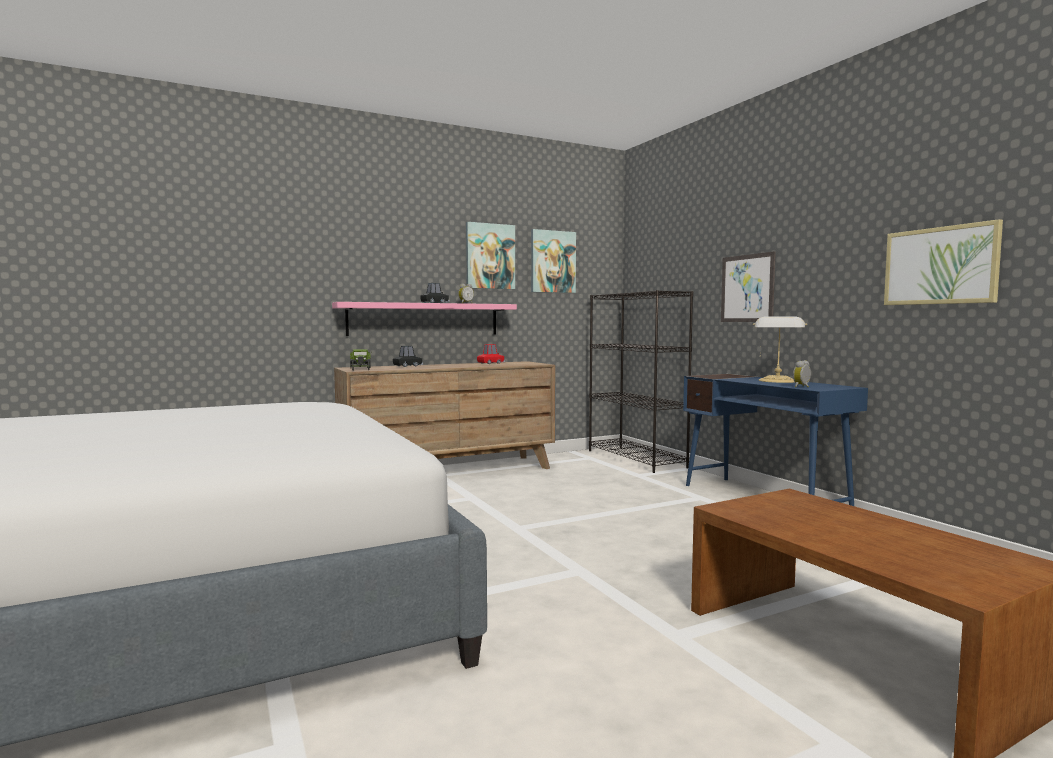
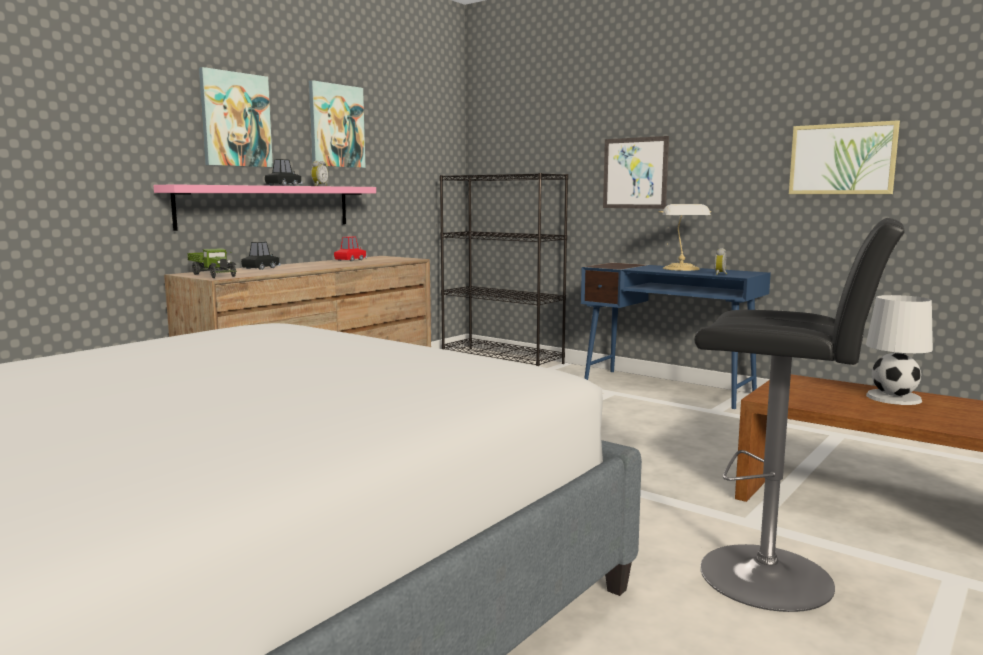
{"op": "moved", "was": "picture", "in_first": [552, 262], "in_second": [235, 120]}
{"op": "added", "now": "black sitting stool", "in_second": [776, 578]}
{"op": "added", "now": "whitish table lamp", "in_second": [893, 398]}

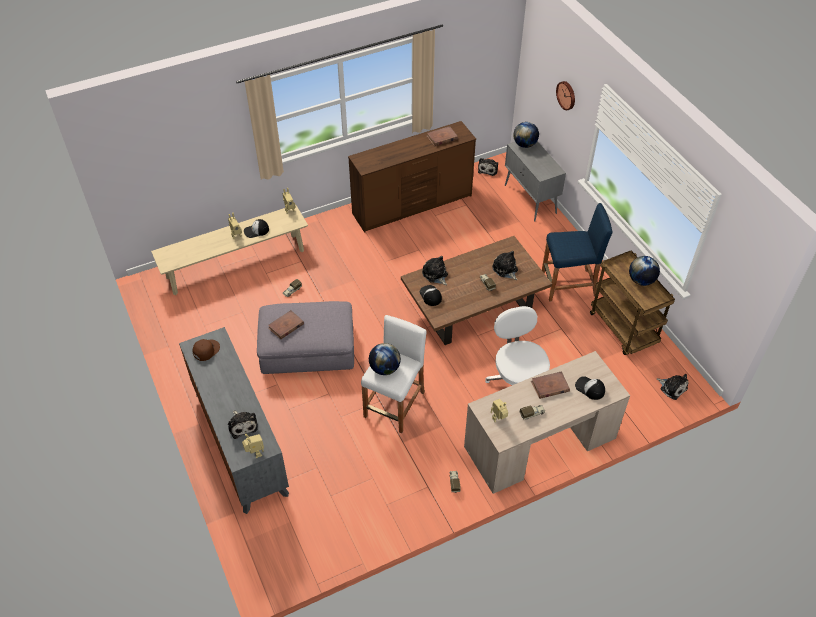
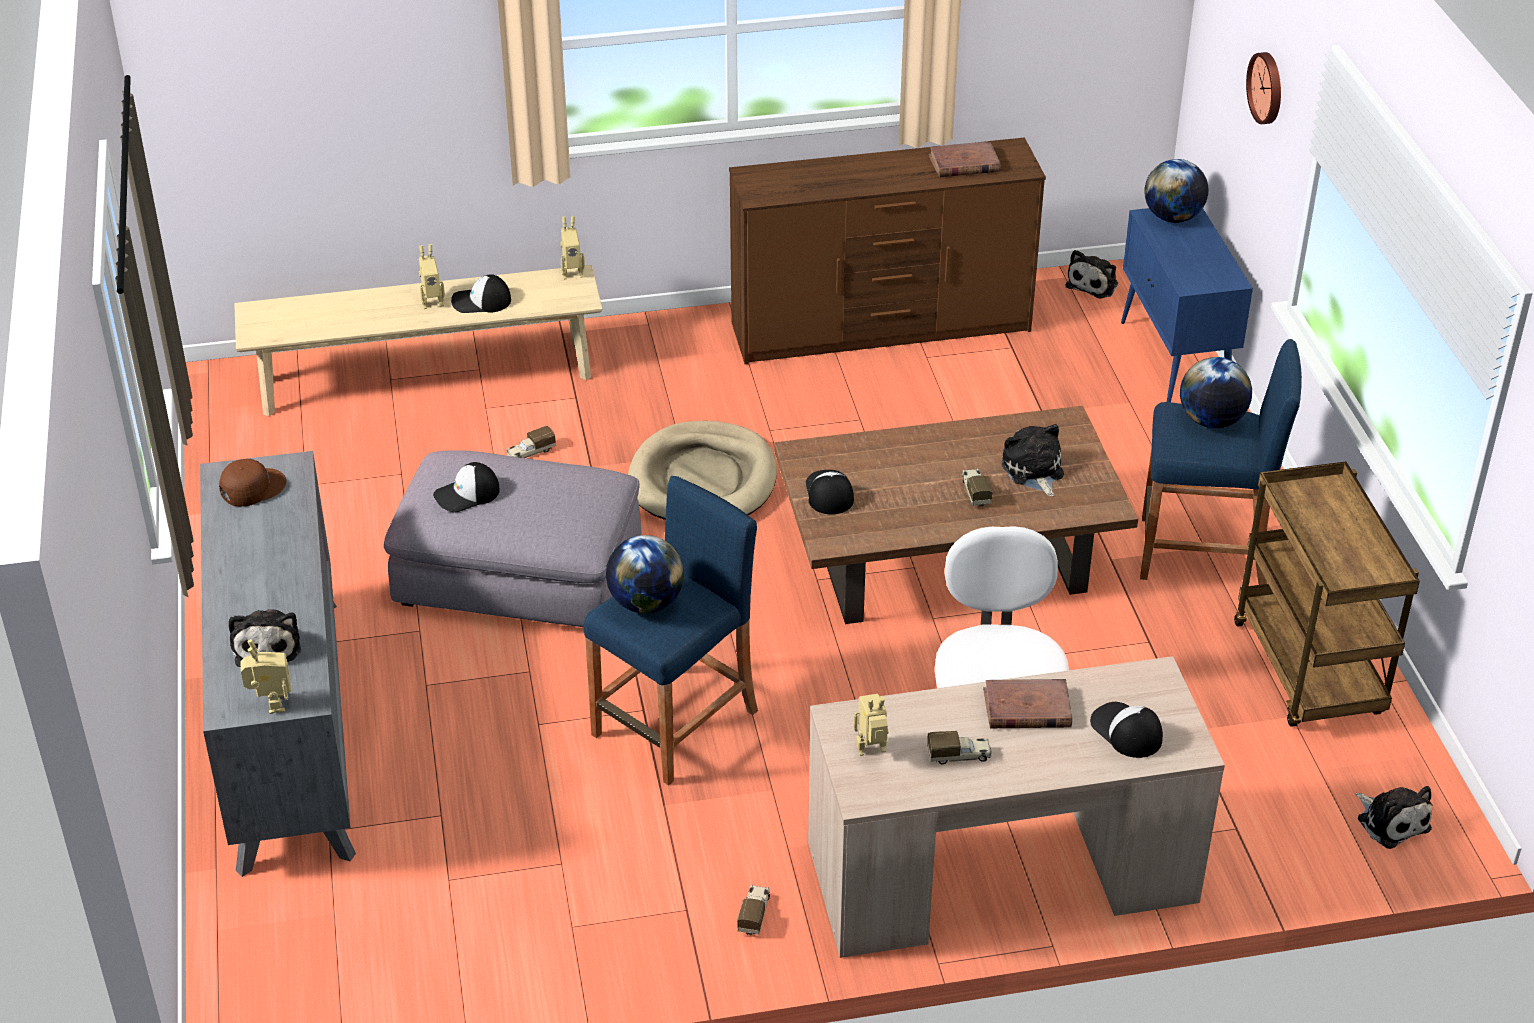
{"op": "recoloured", "was": "gray storage cabinet", "now": "blue storage cabinet", "in_first": [530, 199], "in_second": [1175, 362]}
{"op": "removed", "was": "soft toy", "in_first": [435, 275]}
{"op": "moved", "was": "globe", "in_first": [641, 280], "in_second": [1211, 421]}
{"op": "replaced", "was": "brownish volume", "now": "baseball cap", "in_first": [286, 326], "in_second": [467, 494]}
{"op": "recoloured", "was": "whitish sitting stool", "now": "blue sitting stool", "in_first": [395, 404], "in_second": [676, 724]}
{"op": "added", "now": "sand-coloured pet bed", "in_second": [703, 480]}

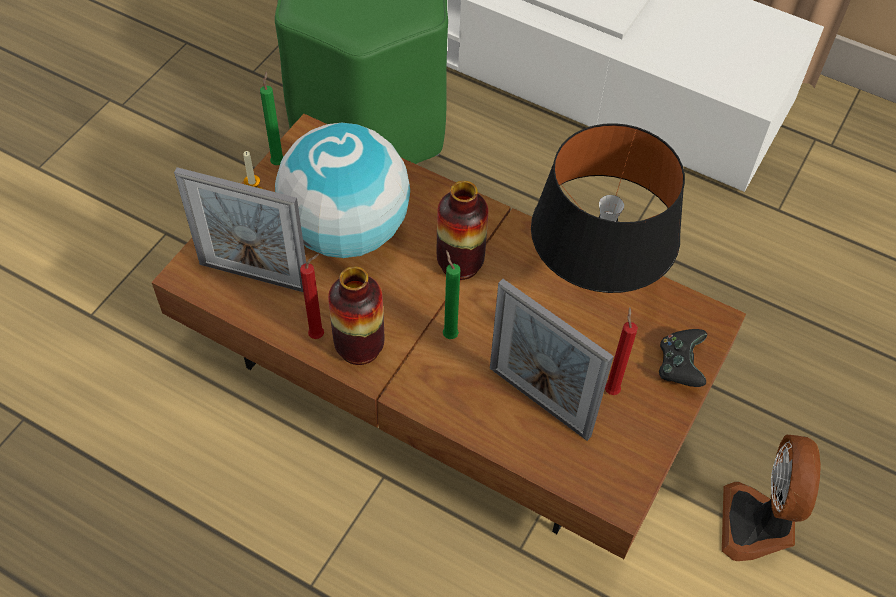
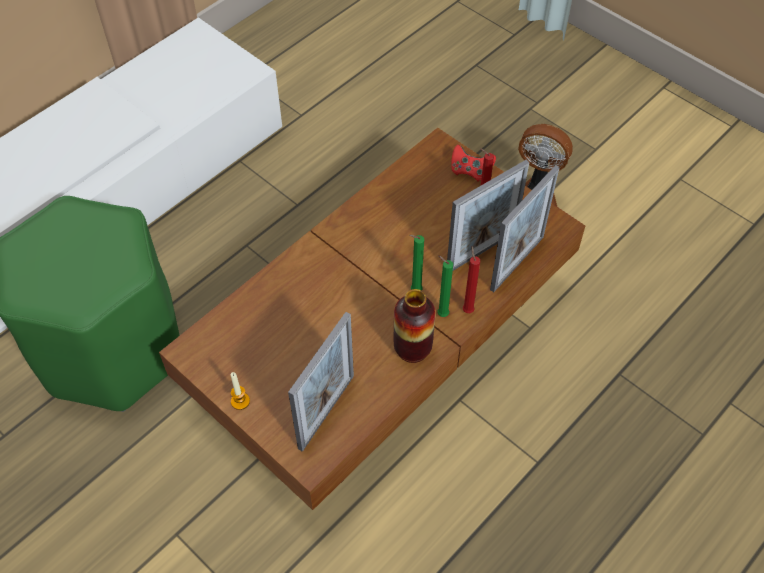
{"op": "moved", "was": "greenish wax candle", "in_first": [278, 162], "in_second": [441, 314]}
{"op": "removed", "was": "globe", "in_first": [347, 231]}
{"op": "removed", "was": "black table lamp", "in_first": [592, 288]}
{"op": "removed", "was": "decorative vase", "in_first": [460, 264]}
{"op": "moved", "was": "red-coloured wax candle", "in_first": [319, 335], "in_second": [467, 309]}
{"op": "recoloured", "was": "black joypad", "now": "red-coloured joypad", "in_first": [679, 366], "in_second": [470, 171]}
{"op": "added", "now": "picture frame", "in_second": [517, 263]}

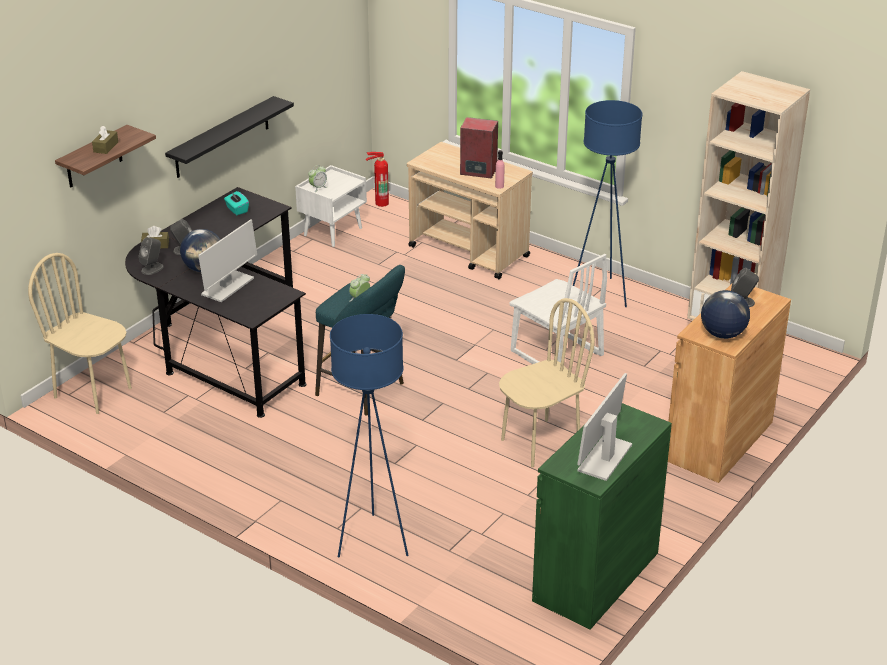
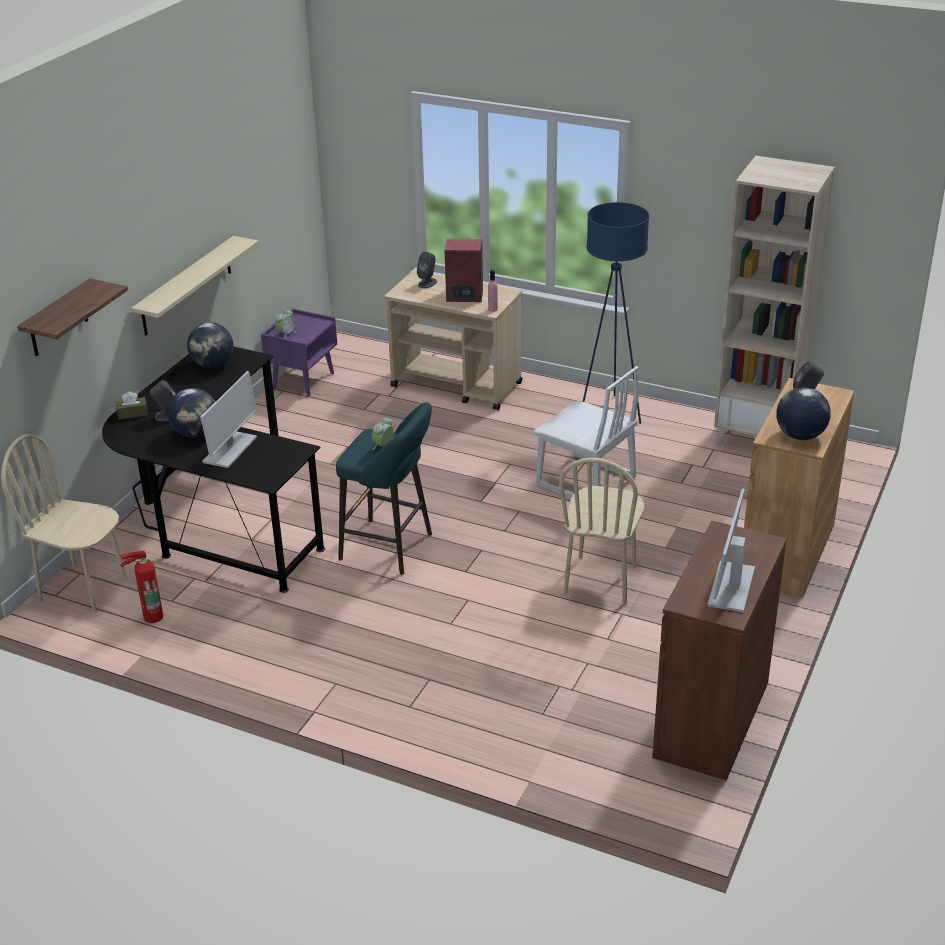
{"op": "recoloured", "was": "black wall shelf", "now": "sand-coloured wall shelf", "in_first": [222, 137], "in_second": [186, 286]}
{"op": "removed", "was": "brownish box of tissues", "in_first": [106, 147]}
{"op": "moved", "was": "extinguisher", "in_first": [380, 203], "in_second": [151, 616]}
{"op": "recoloured", "was": "whitish night table", "now": "purplish night table", "in_first": [333, 231], "in_second": [303, 380]}
{"op": "replaced", "was": "turquoise-coloured box of tissues", "now": "globe", "in_first": [237, 210], "in_second": [213, 365]}
{"op": "moved", "was": "gray audio speaker", "in_first": [152, 268], "in_second": [427, 283]}
{"op": "turned", "was": "sand-coloured plain chair", "in_first": [540, 443], "in_second": [601, 580], "clockwise": 150}
{"op": "removed", "was": "blue standard lamp", "in_first": [373, 541]}
{"op": "recoloured", "was": "greenish storage cabinet", "now": "brownish storage cabinet", "in_first": [596, 576], "in_second": [711, 719]}

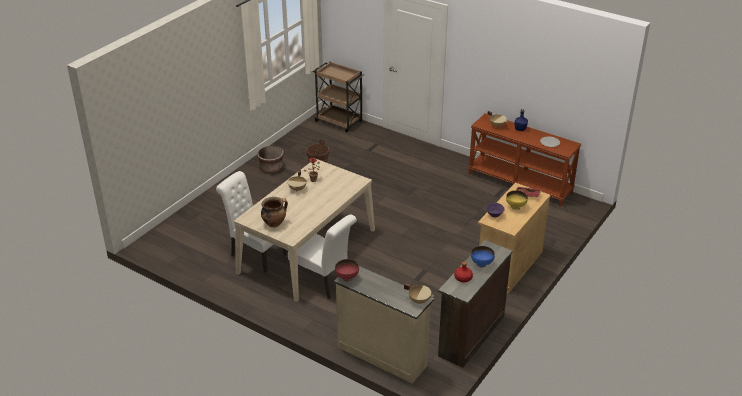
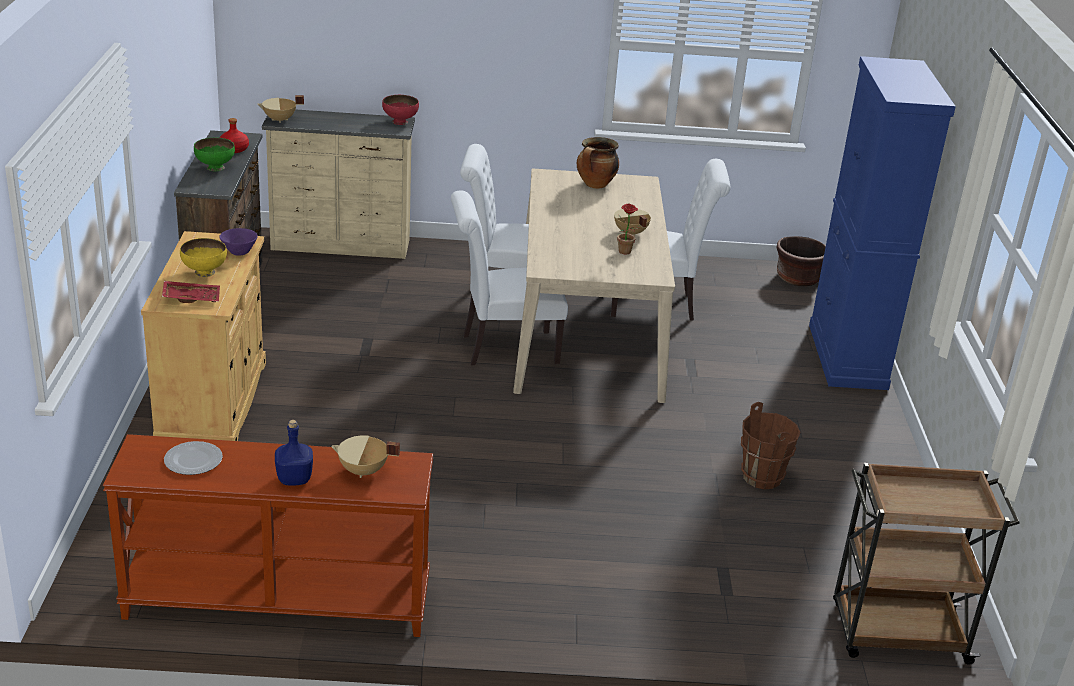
{"op": "moved", "was": "brownish flower pot", "in_first": [271, 168], "in_second": [797, 278]}
{"op": "recoloured", "was": "blue bowl", "now": "greenish bowl", "in_first": [482, 264], "in_second": [215, 167]}
{"op": "added", "now": "blue storage cabinet", "in_second": [847, 356]}
{"op": "added", "now": "whitish plain chair", "in_second": [503, 348]}

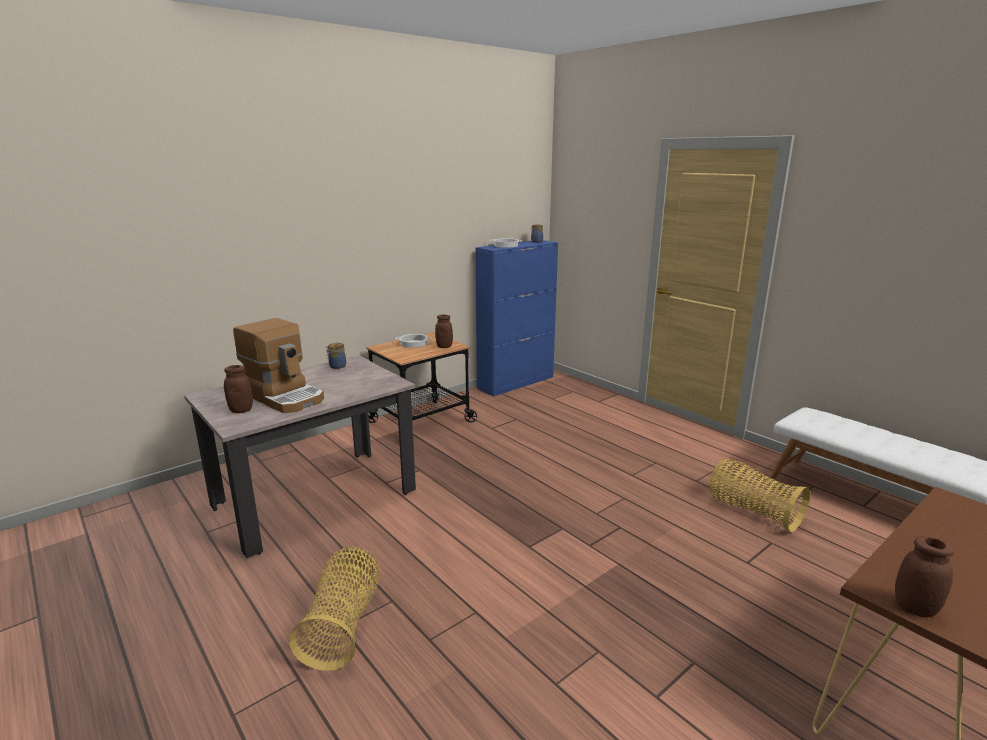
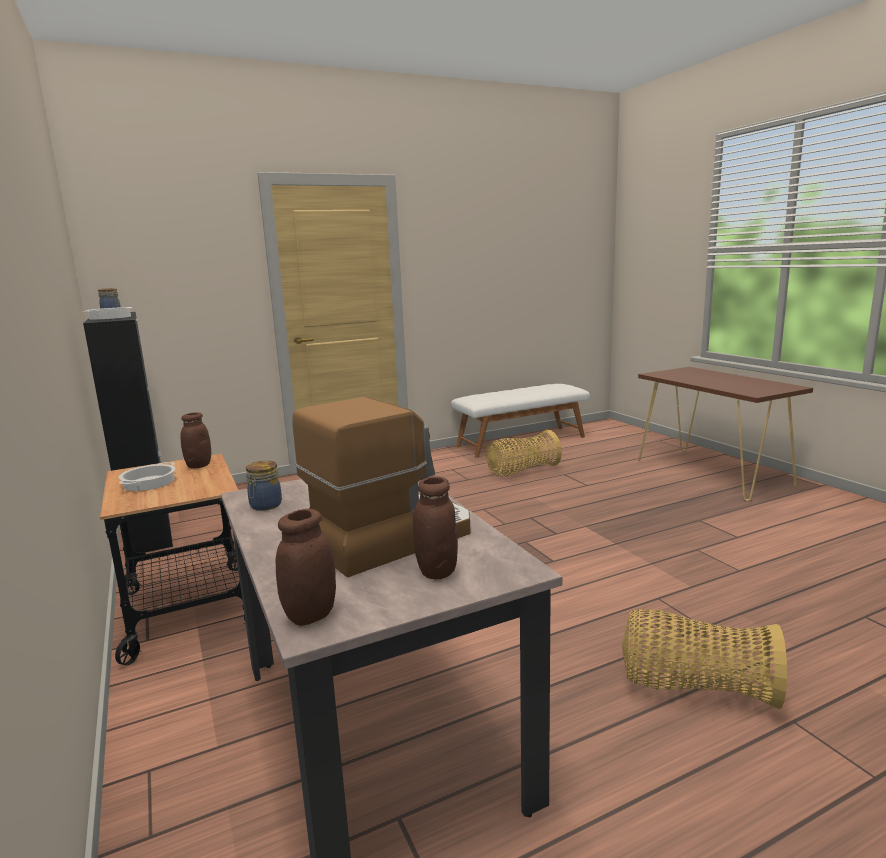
{"op": "recoloured", "was": "blue storage cabinet", "now": "black storage cabinet", "in_first": [516, 382], "in_second": [149, 527]}
{"op": "moved", "was": "brownish preserve jar", "in_first": [915, 608], "in_second": [310, 615]}

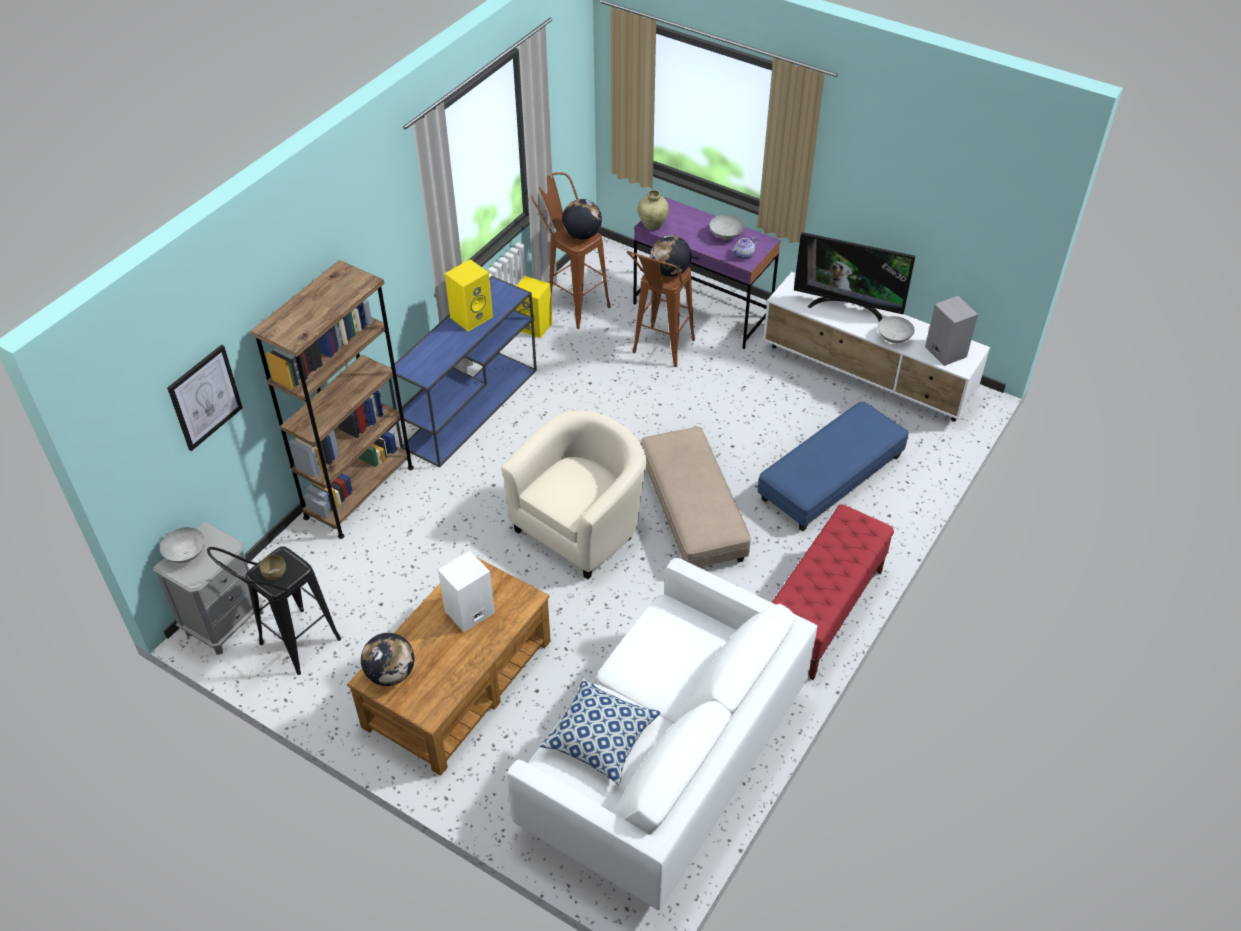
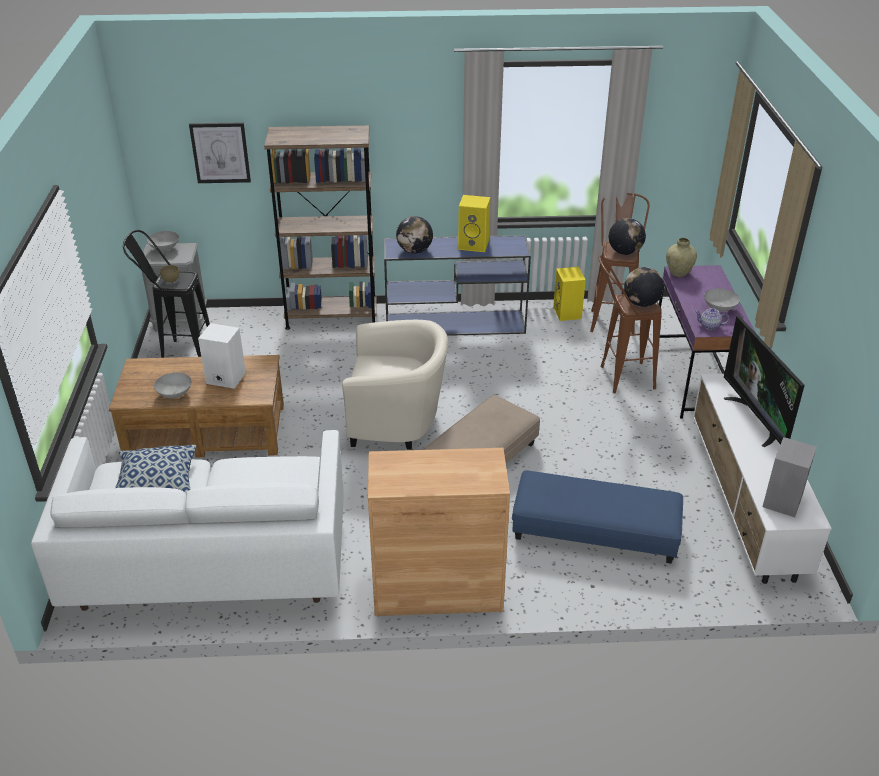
{"op": "moved", "was": "gray bowl", "in_first": [893, 338], "in_second": [174, 394]}
{"op": "replaced", "was": "red-coloured indoor bench", "now": "brownish storage cabinet", "in_first": [822, 612], "in_second": [437, 589]}
{"op": "moved", "was": "globe", "in_first": [391, 674], "in_second": [414, 251]}

